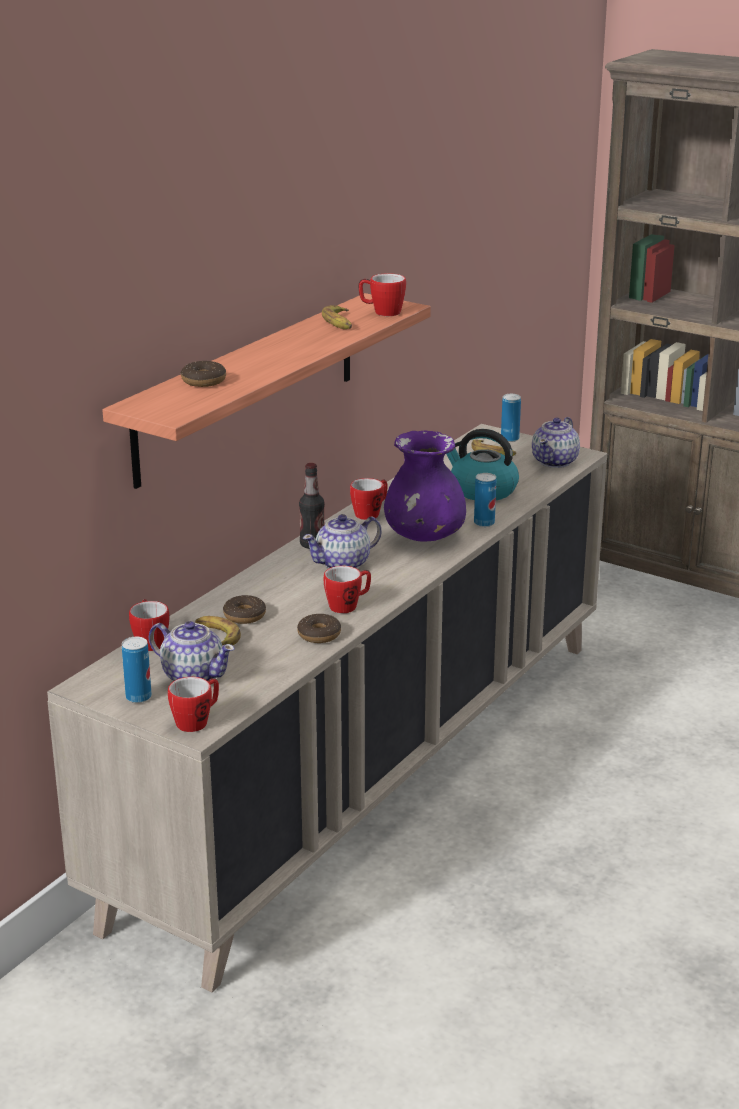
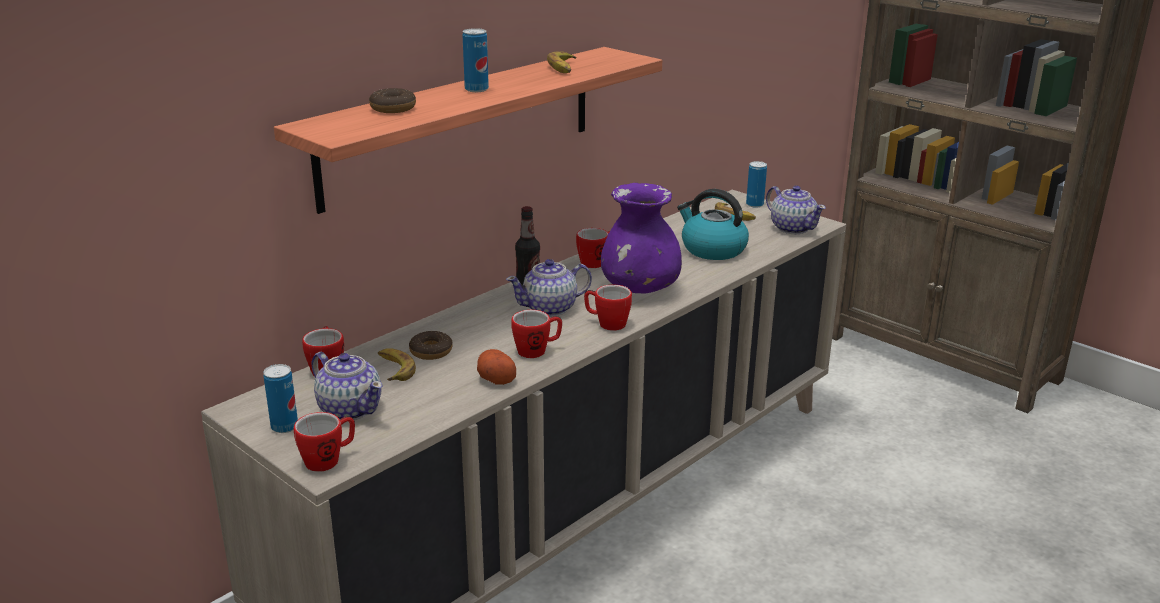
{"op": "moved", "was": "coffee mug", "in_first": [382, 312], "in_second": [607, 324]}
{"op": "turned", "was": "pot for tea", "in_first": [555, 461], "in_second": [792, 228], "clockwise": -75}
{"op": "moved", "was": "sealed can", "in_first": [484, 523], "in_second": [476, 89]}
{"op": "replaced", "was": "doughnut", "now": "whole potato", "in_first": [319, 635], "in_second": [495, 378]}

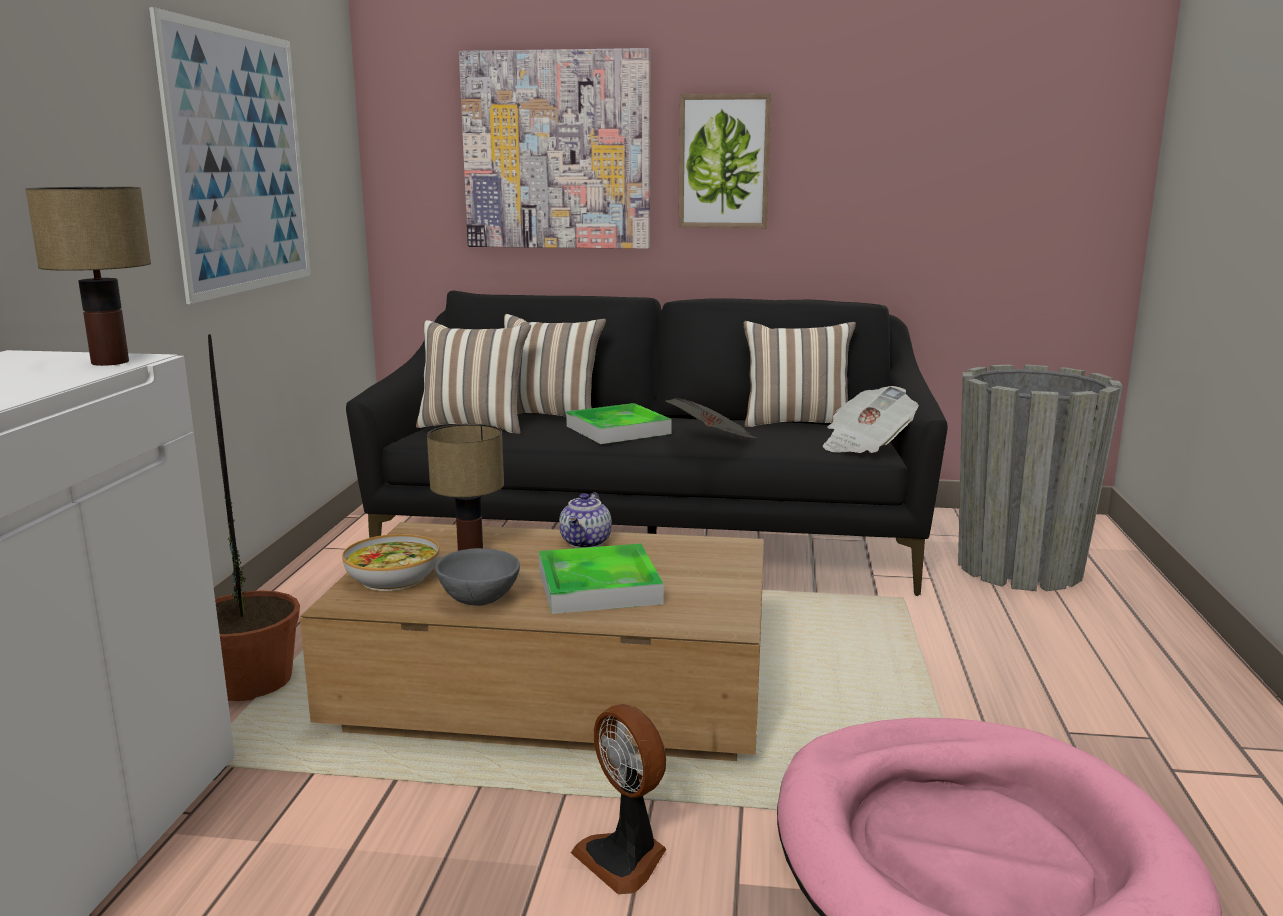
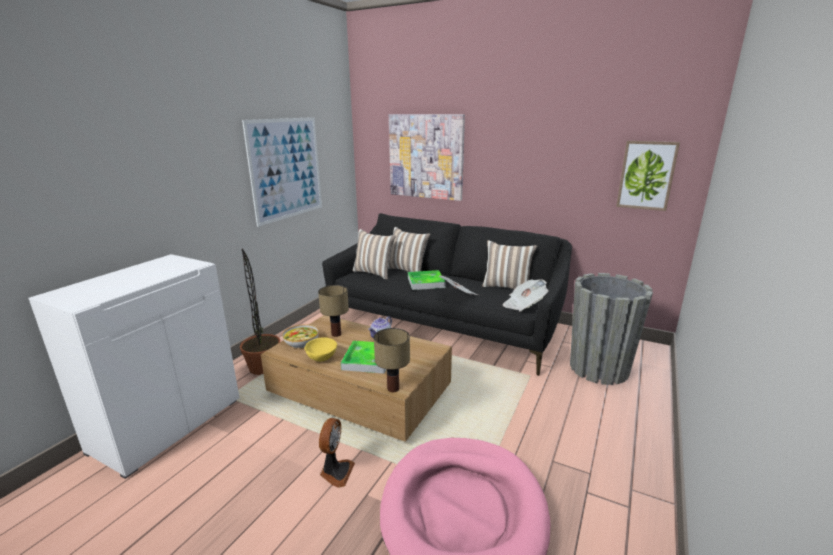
{"op": "moved", "was": "picture", "in_first": [724, 162], "in_second": [646, 175]}
{"op": "moved", "was": "table lamp", "in_first": [108, 362], "in_second": [392, 388]}
{"op": "recoloured", "was": "gray bowl", "now": "yellow bowl", "in_first": [480, 599], "in_second": [322, 358]}
{"op": "turned", "was": "electric fan", "in_first": [625, 857], "in_second": [336, 472], "clockwise": -150}

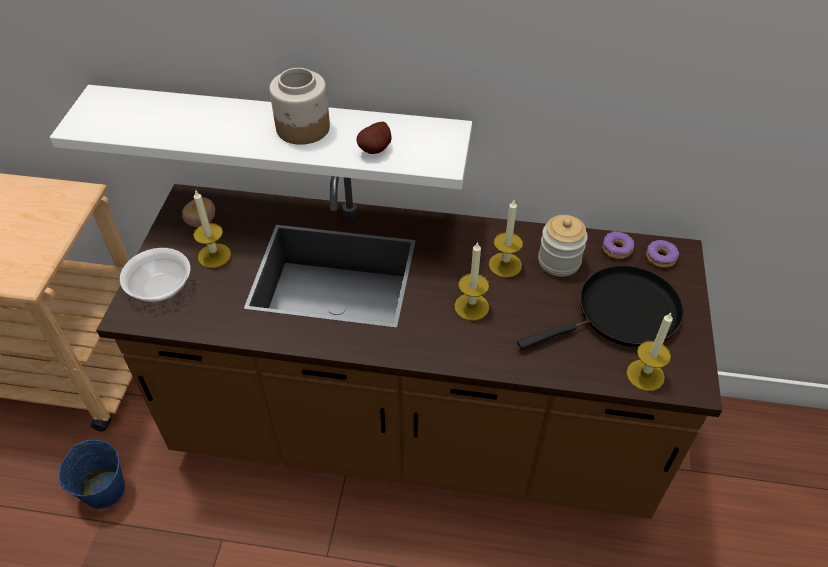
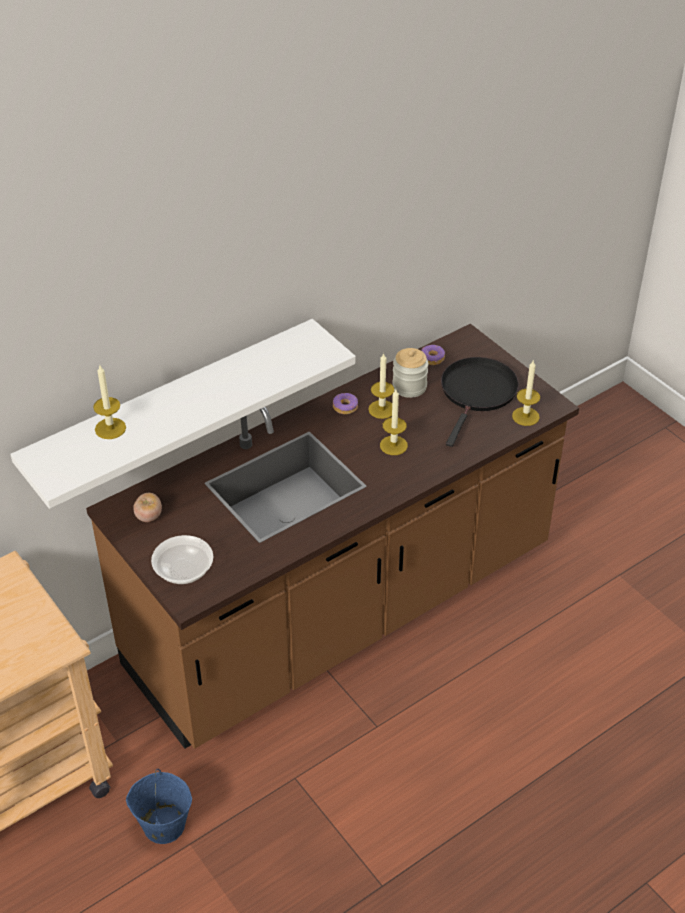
{"op": "removed", "was": "preserve jar", "in_first": [303, 128]}
{"op": "removed", "was": "whole potato", "in_first": [376, 150]}
{"op": "moved", "was": "wax candle", "in_first": [214, 255], "in_second": [110, 428]}
{"op": "moved", "was": "doughnut", "in_first": [661, 258], "in_second": [345, 407]}

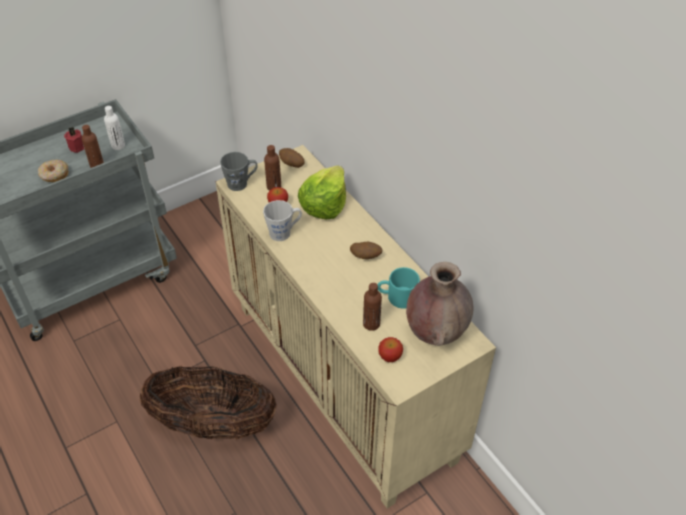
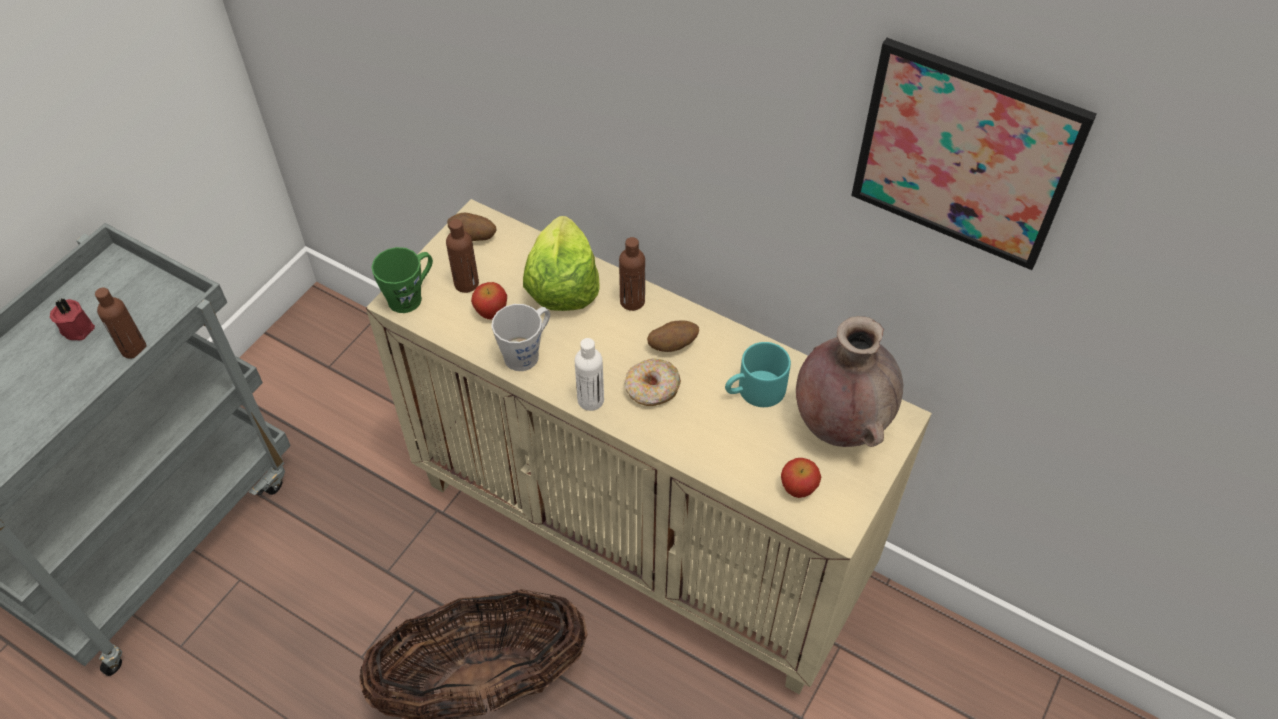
{"op": "moved", "was": "whitish beverage bottle", "in_first": [118, 146], "in_second": [590, 400]}
{"op": "recoloured", "was": "gray coffee mug", "now": "greenish coffee mug", "in_first": [241, 183], "in_second": [410, 296]}
{"op": "moved", "was": "doughnut", "in_first": [54, 175], "in_second": [652, 389]}
{"op": "moved", "was": "brownish beverage bottle", "in_first": [371, 324], "in_second": [632, 301]}
{"op": "added", "now": "picture", "in_second": [964, 155]}

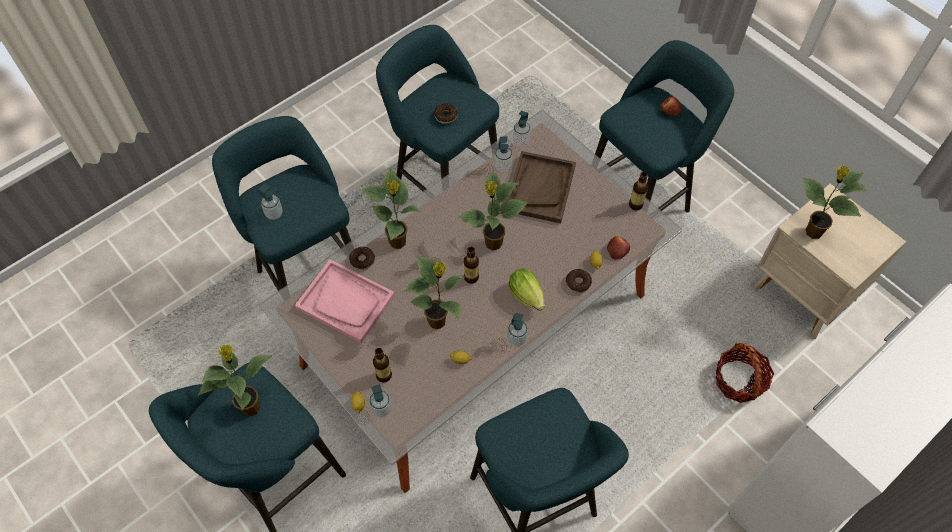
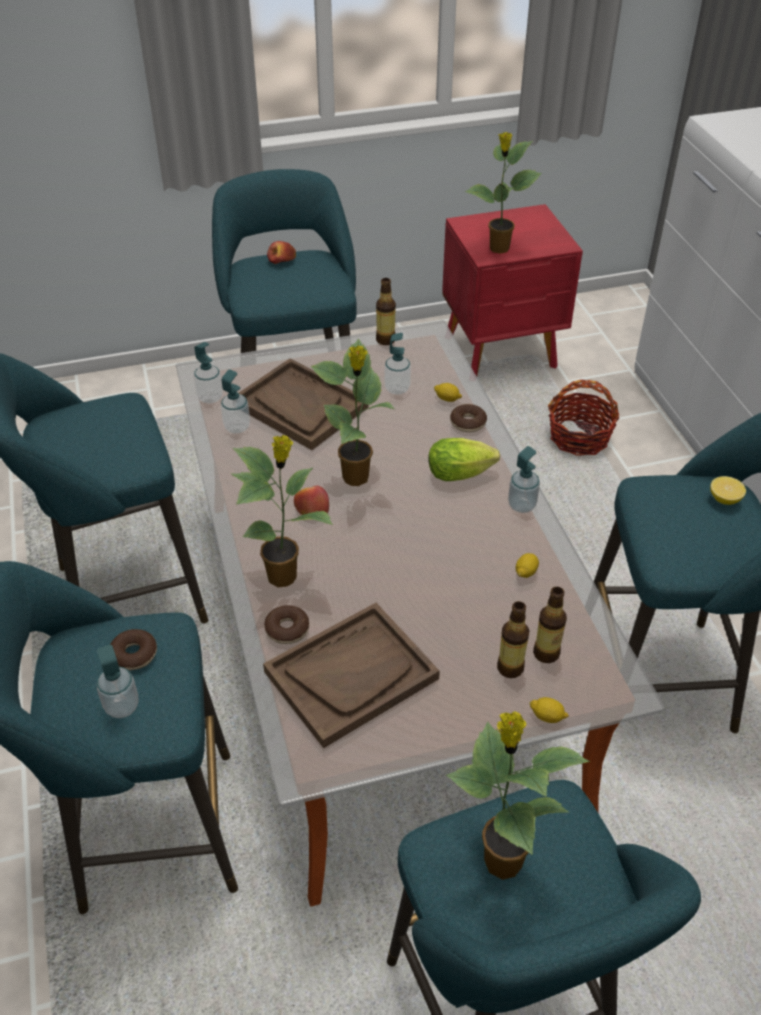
{"op": "moved", "was": "doughnut", "in_first": [445, 116], "in_second": [134, 654]}
{"op": "recoloured", "was": "sand-coloured night table", "now": "red-coloured night table", "in_first": [804, 295], "in_second": [502, 352]}
{"op": "moved", "was": "whole apple", "in_first": [617, 249], "in_second": [311, 508]}
{"op": "moved", "was": "beverage bottle", "in_first": [471, 277], "in_second": [546, 653]}
{"op": "removed", "was": "plant in a pot", "in_first": [438, 321]}
{"op": "recoloured", "was": "pink-coloured carrying tray", "now": "brownish carrying tray", "in_first": [345, 302], "in_second": [351, 675]}
{"op": "moved", "was": "soap dispenser", "in_first": [381, 409], "in_second": [397, 389]}
{"op": "added", "now": "lemon", "in_second": [724, 499]}

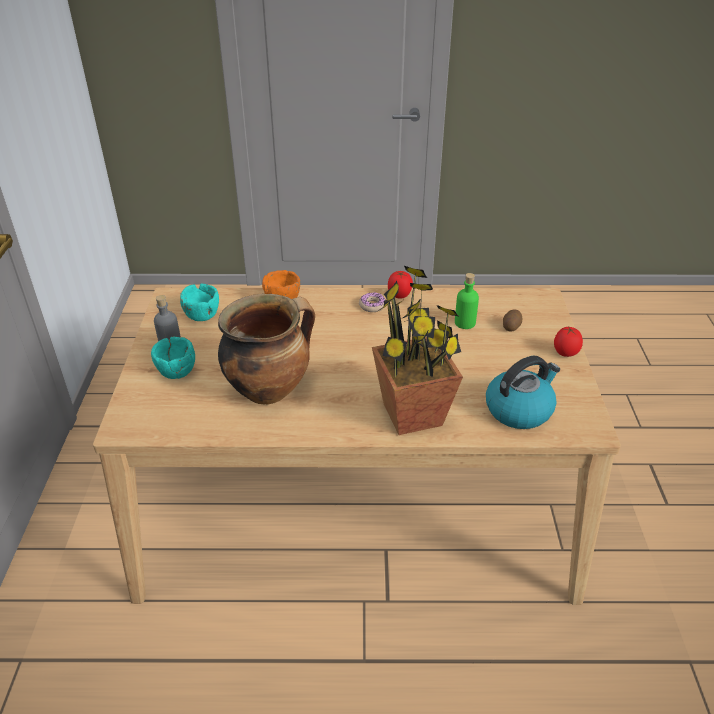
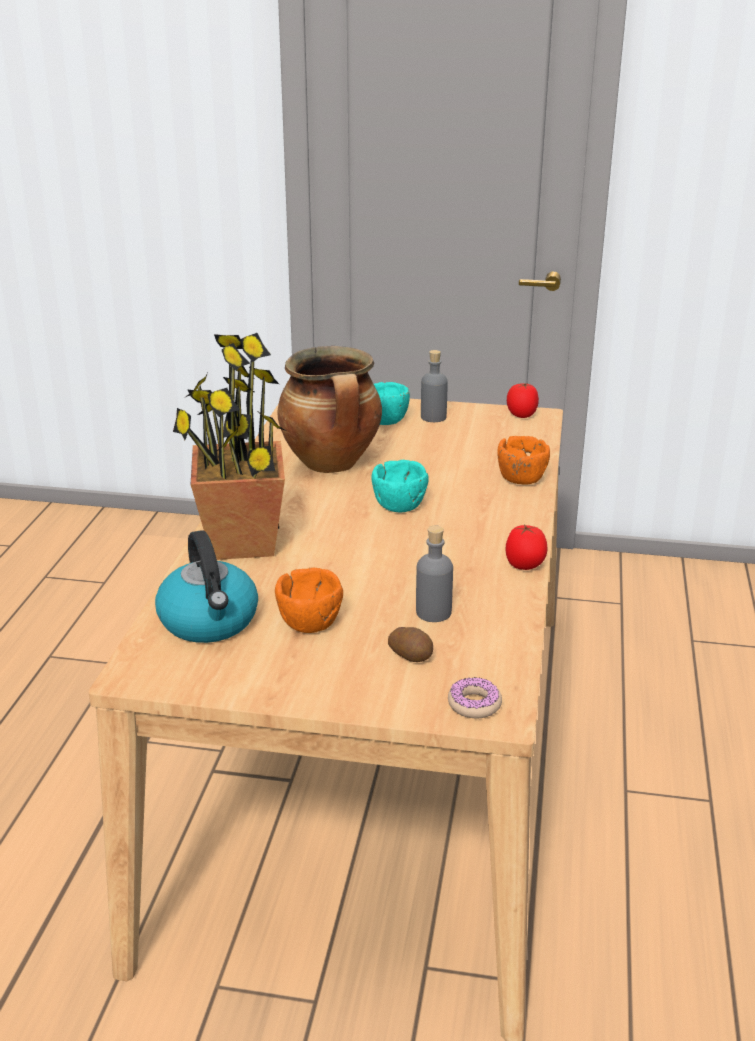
{"op": "recoloured", "was": "greenish beverage bottle", "now": "gray beverage bottle", "in_first": [464, 323], "in_second": [433, 612]}
{"op": "moved", "was": "turquoise-coloured bowl", "in_first": [202, 315], "in_second": [398, 505]}
{"op": "moved", "was": "doughnut", "in_first": [372, 306], "in_second": [474, 704]}
{"op": "moved", "was": "whole tomato", "in_first": [565, 353], "in_second": [521, 415]}
{"op": "added", "now": "orange bowl", "in_second": [309, 622]}

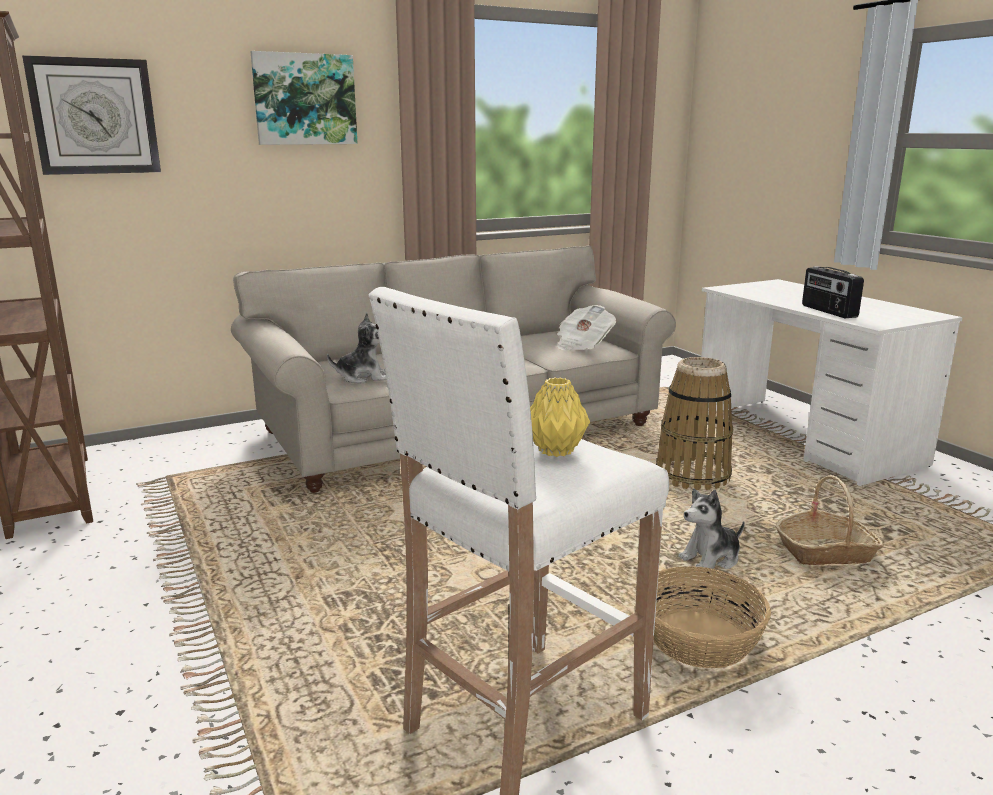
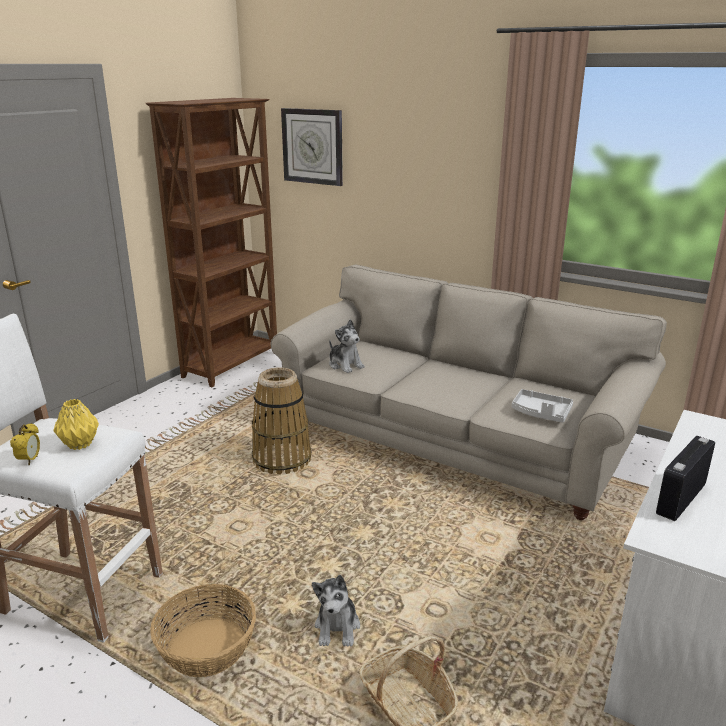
{"op": "removed", "was": "picture", "in_first": [305, 99]}
{"op": "replaced", "was": "daily paper", "now": "gray carrying tray", "in_first": [582, 344], "in_second": [541, 413]}
{"op": "moved", "was": "basket", "in_first": [692, 476], "in_second": [281, 459]}
{"op": "turned", "was": "soft toy", "in_first": [711, 559], "in_second": [337, 627], "clockwise": -120}
{"op": "added", "now": "bedside clock", "in_second": [30, 461]}

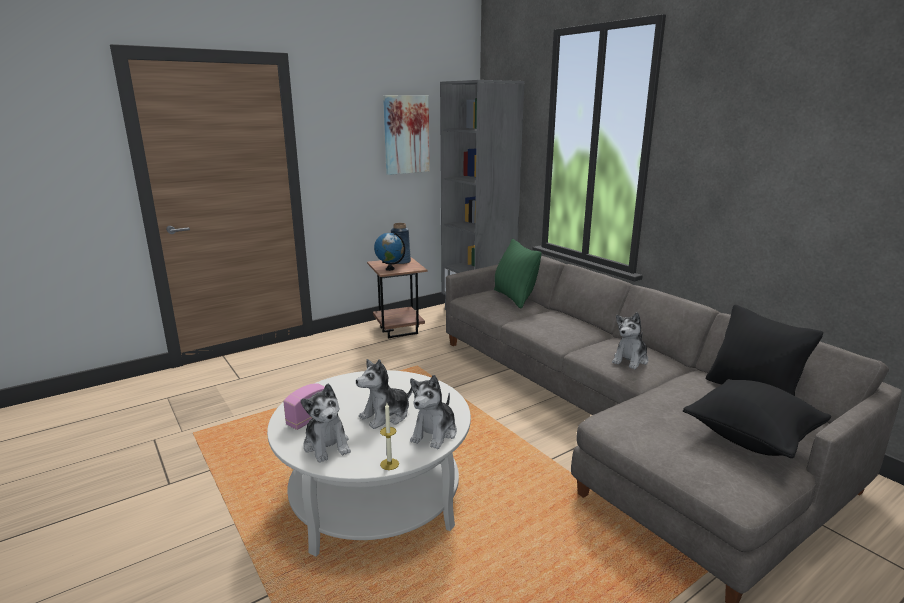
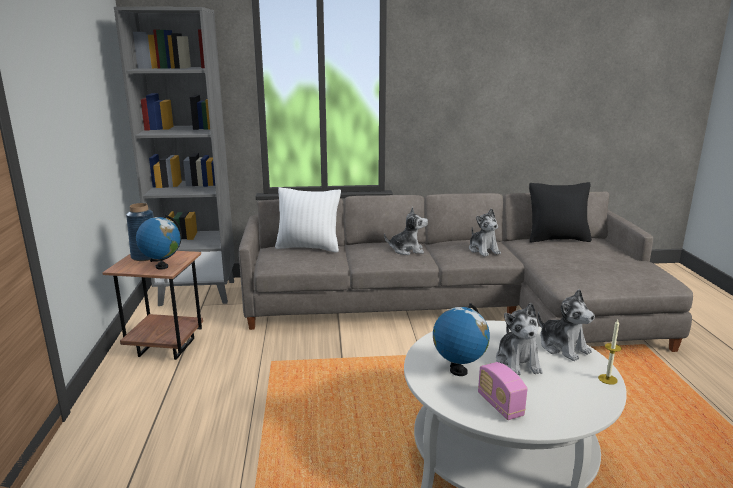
{"op": "removed", "was": "picture", "in_first": [406, 135]}
{"op": "recoloured", "was": "greenish pillow", "now": "whitish pillow", "in_first": [514, 298], "in_second": [308, 247]}
{"op": "removed", "was": "black pillow", "in_first": [751, 438]}
{"op": "moved", "was": "soft toy", "in_first": [327, 445], "in_second": [407, 250]}
{"op": "added", "now": "globe", "in_second": [458, 371]}

